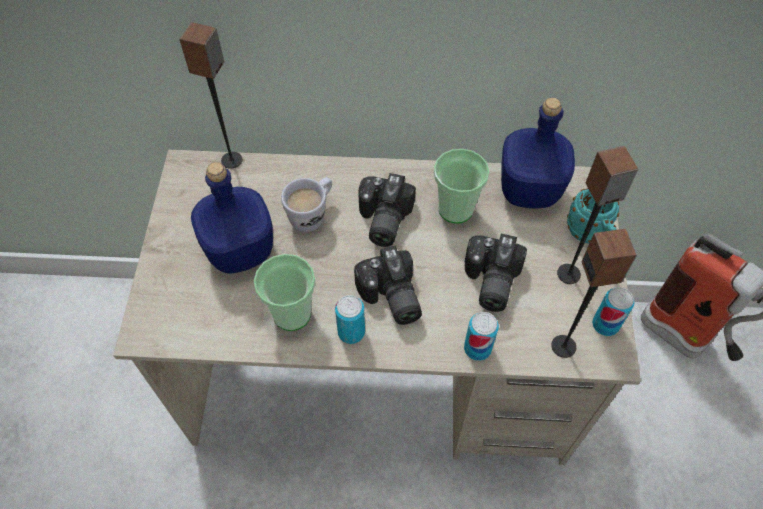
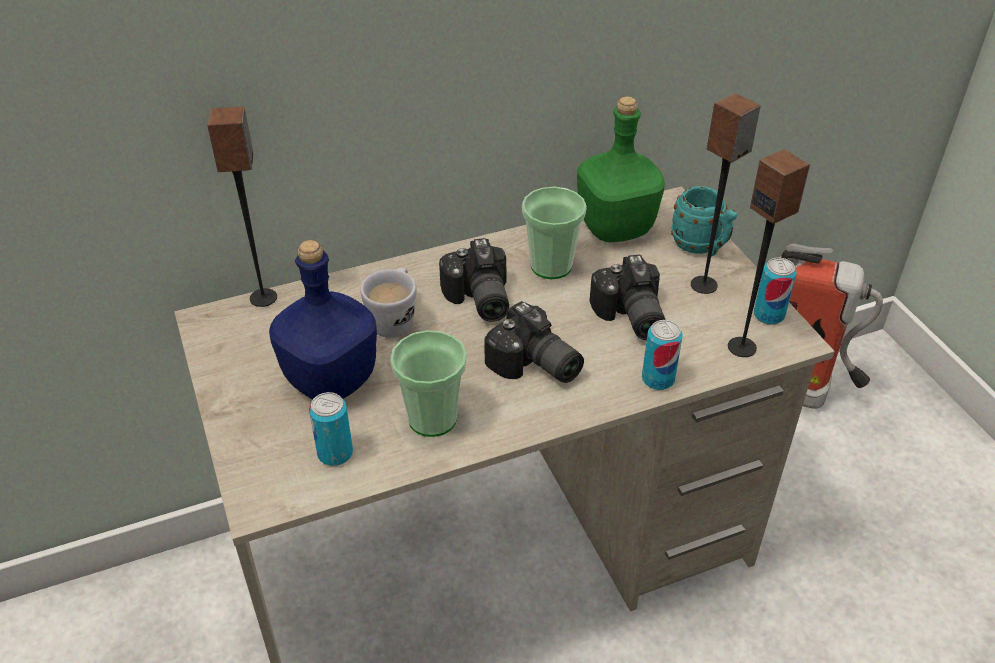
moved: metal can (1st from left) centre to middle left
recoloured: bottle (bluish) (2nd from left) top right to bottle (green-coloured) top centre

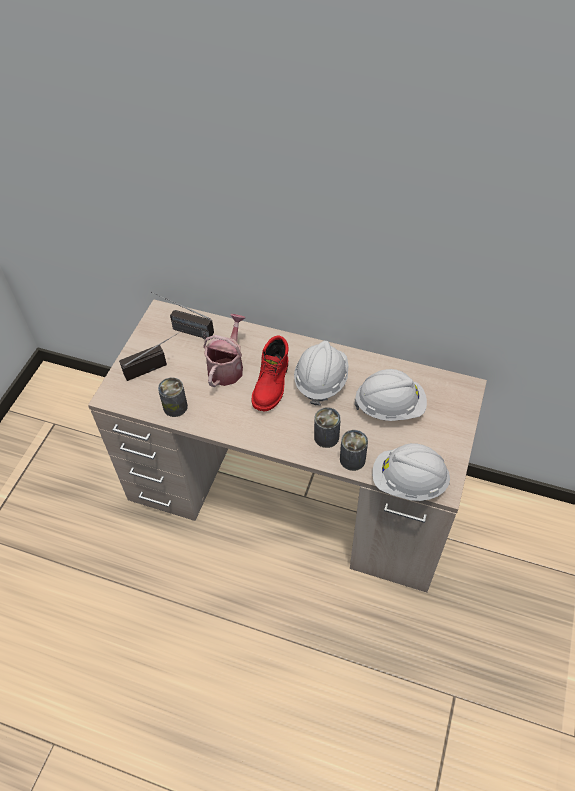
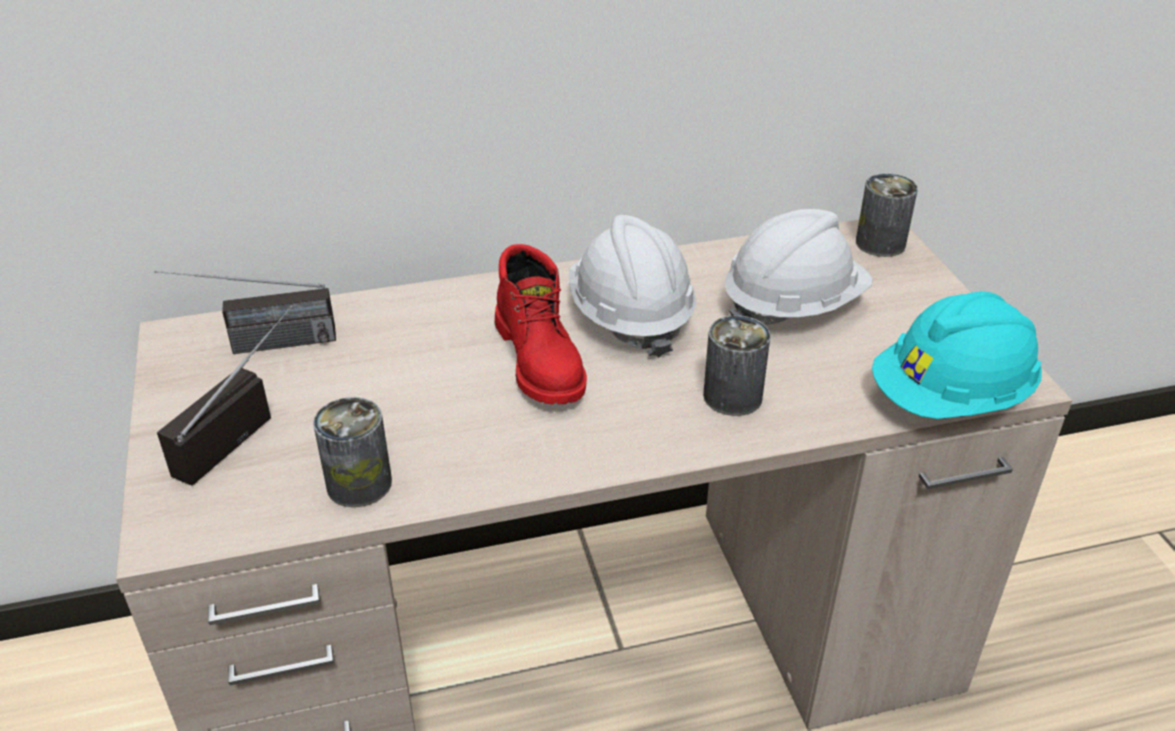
removed: watering pot centre
moved: metal can (3rd from left) centre to top right
recoloured: work helmet (whitish) (3rd from left) middle right to work helmet (turquoise) middle right

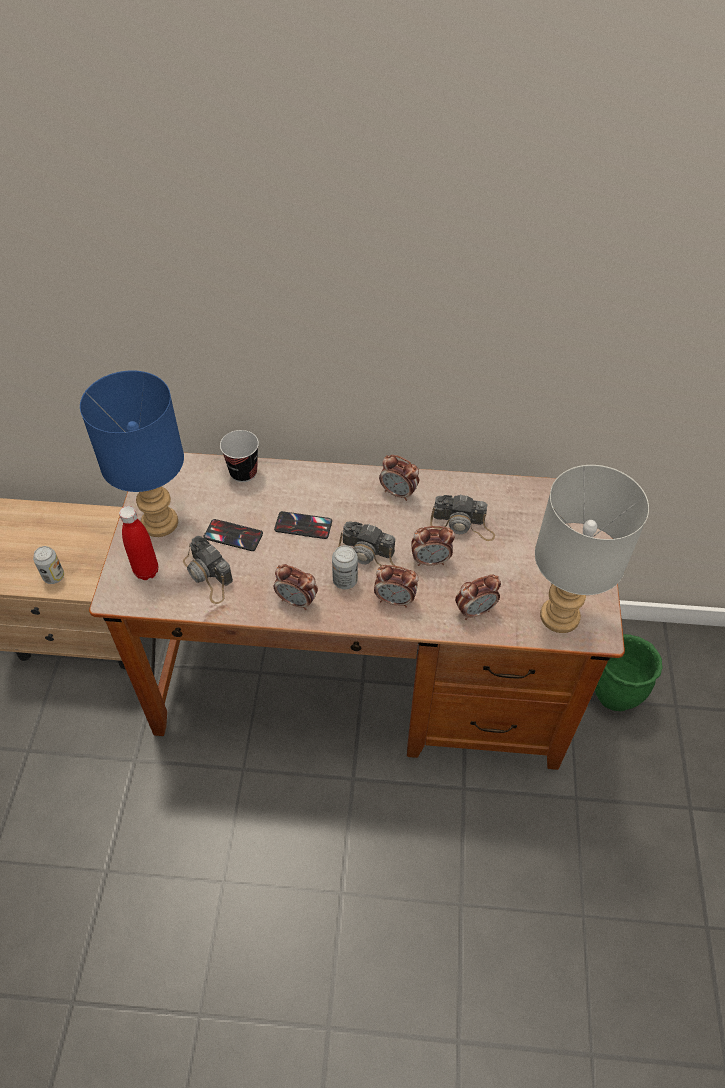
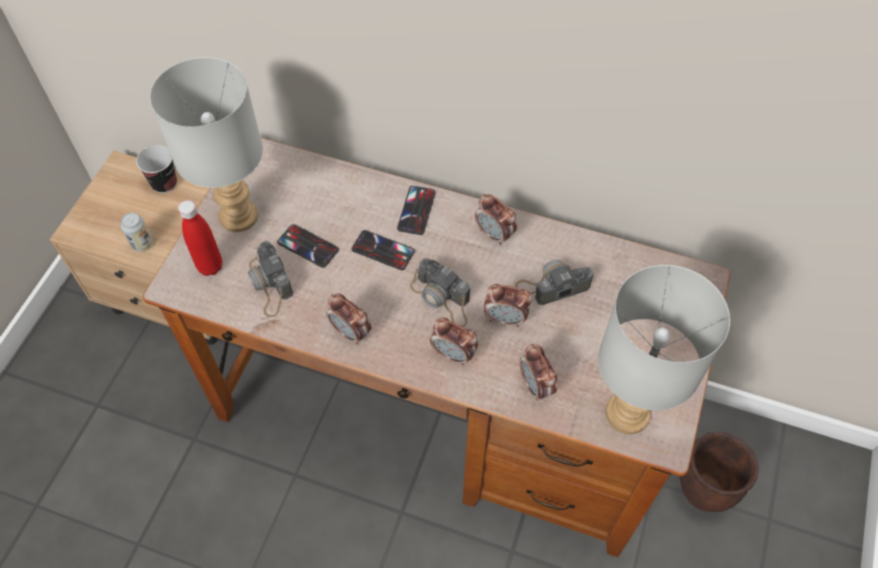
removed: metal can (2nd from left) centre
added: handset (3rd from left) centre
moved: drinking cup middle left to top left
recoloured: tabletop lamp (bluish) middle left to tabletop lamp (grey) (1st from left) top left; plant pot (green-coloured) middle right to plant pot (brown) bottom right
turned: photo camera (3rd from left) centre = centre 135 degrees clockwise; bedside clock (5th from left) centre = centre 75 degrees clockwise

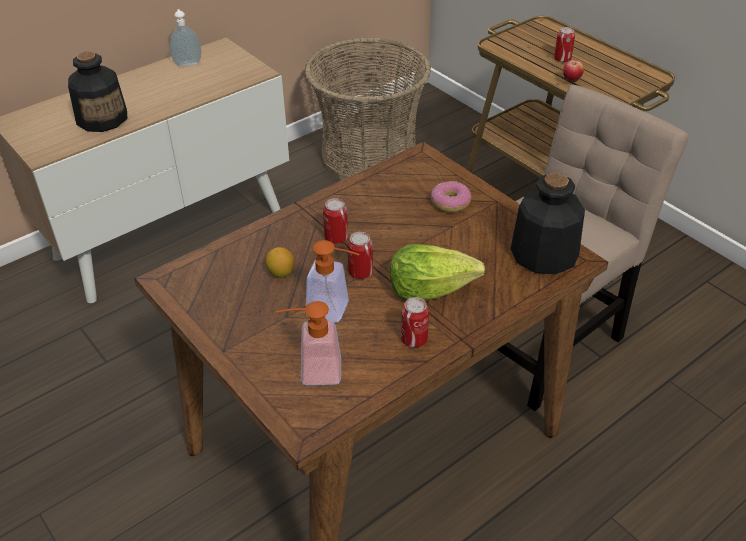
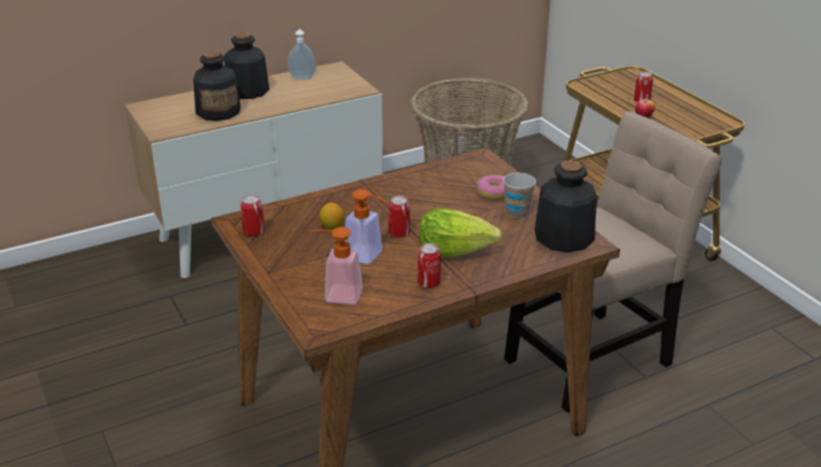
added: bottle (2nd from left) top left; drinking cup centre
moved: metal can (1st from left) centre to middle left

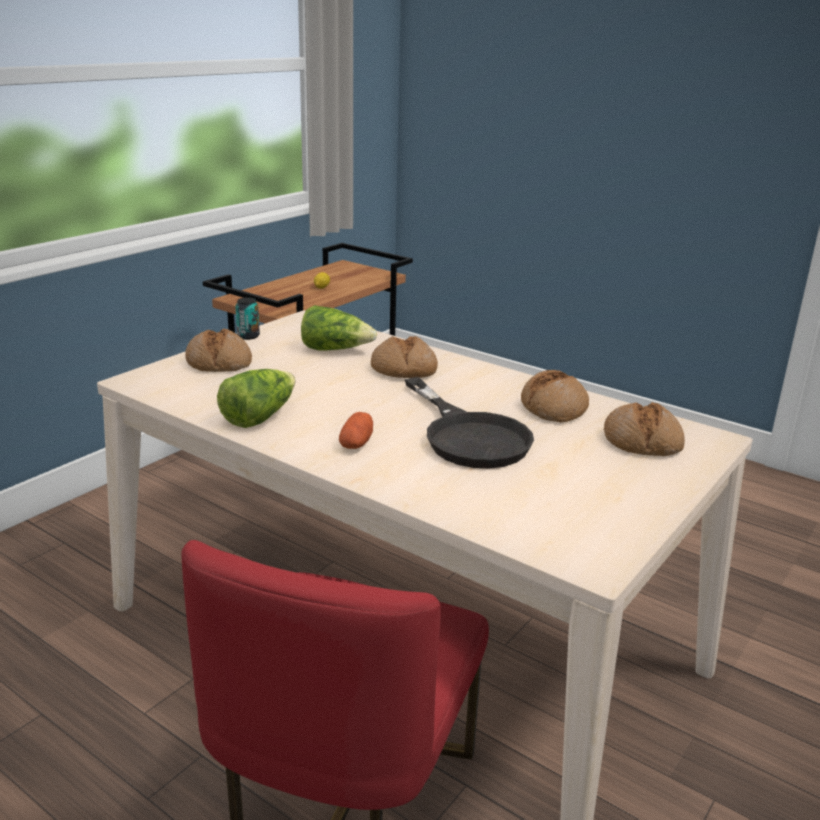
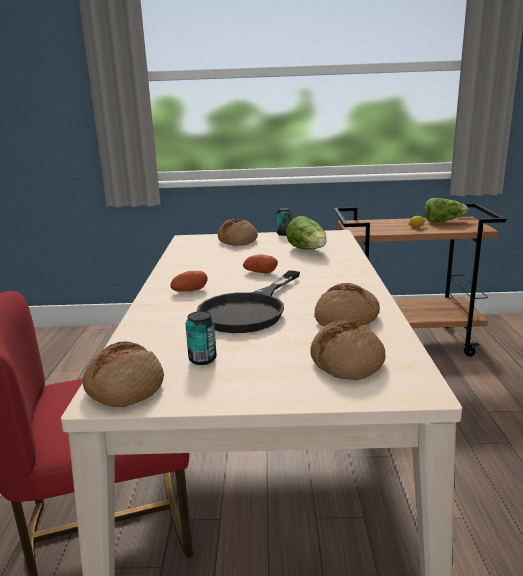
added: metal can (1st from left) centre; potato (2nd from left) centre
moved: bread (2nd from left in the first image) centre to bread (1st from left) middle left; lettuce (1st from left in the first image) middle left to lettuce (2nd from left) middle right

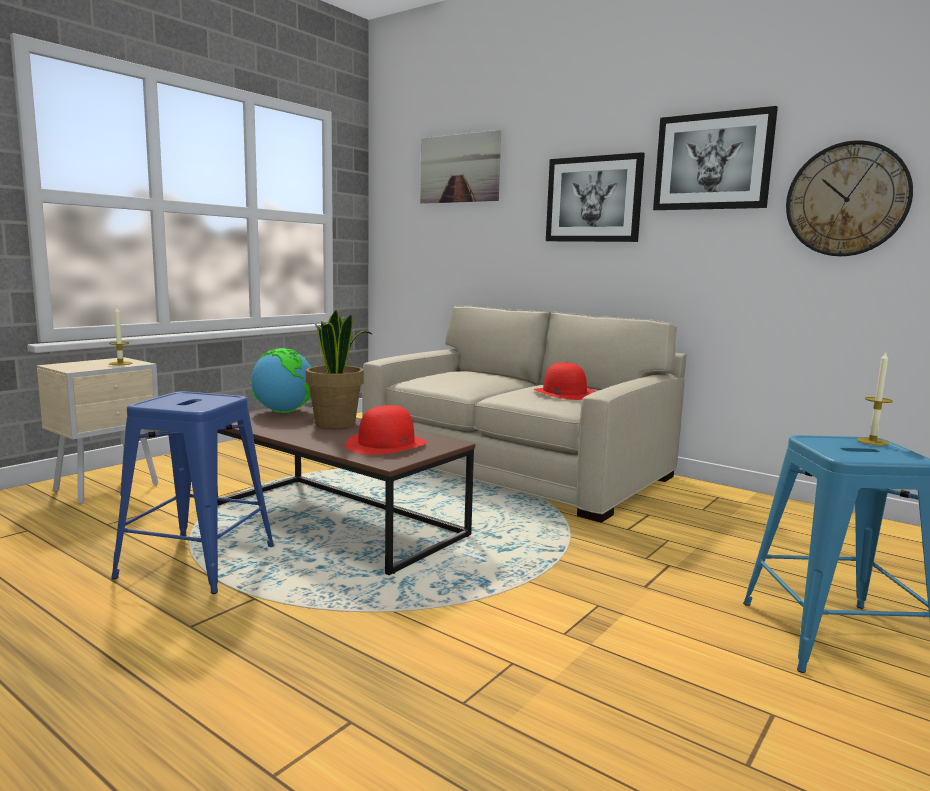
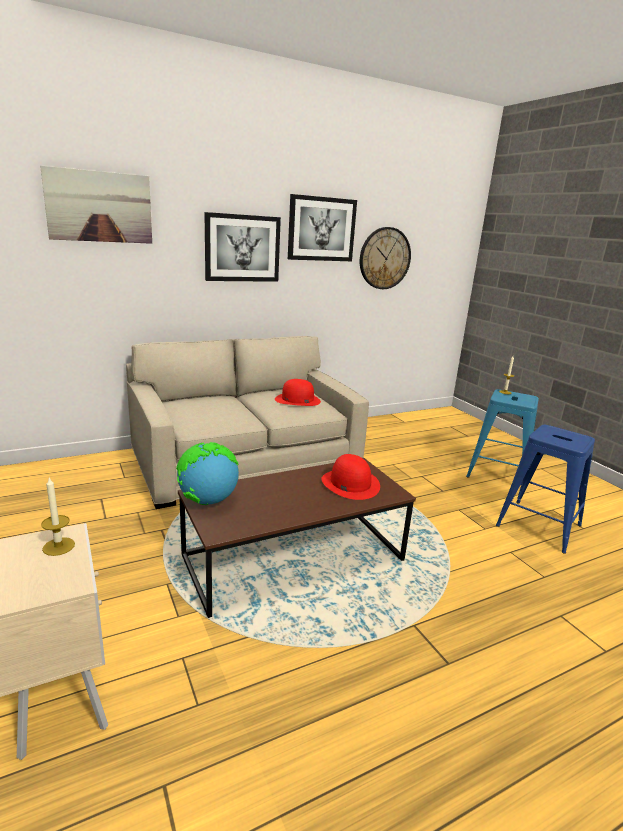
removed: potted plant centre
moved: stool seat (bluish) (1st from left in the first image) middle left to stool seat (bluish) (2nd from left) middle right

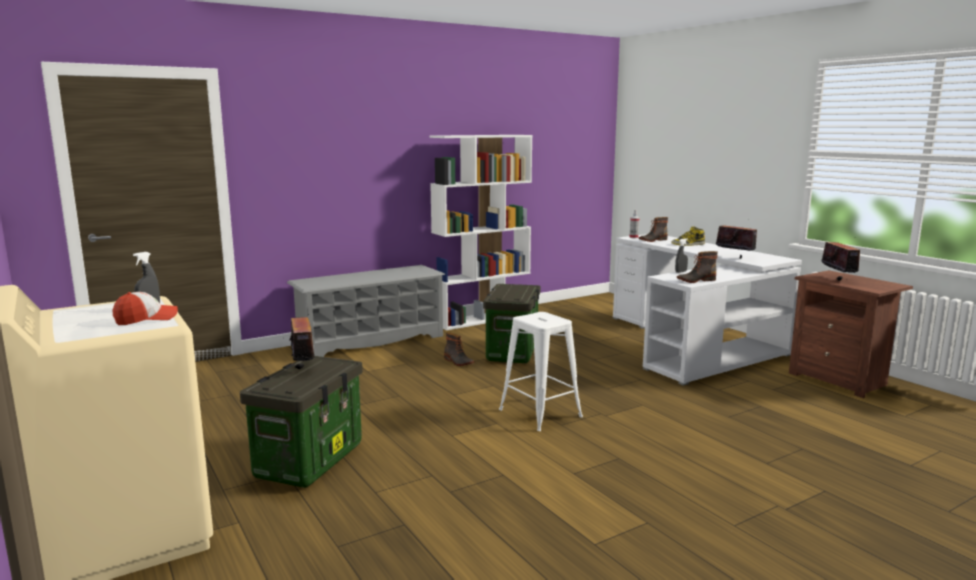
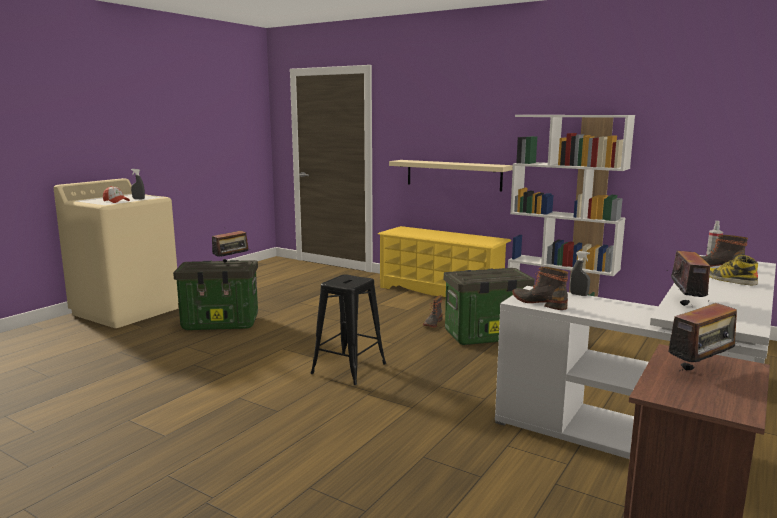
added: bracket shelf (sand-coloured) centre
recoloured: stool seat (whitish) centre to stool seat (black) centre; shoe shelf (grey) centre to shoe shelf (yellow) centre

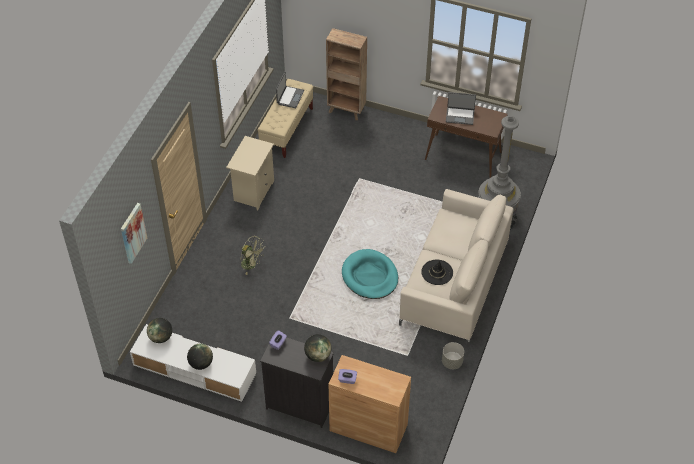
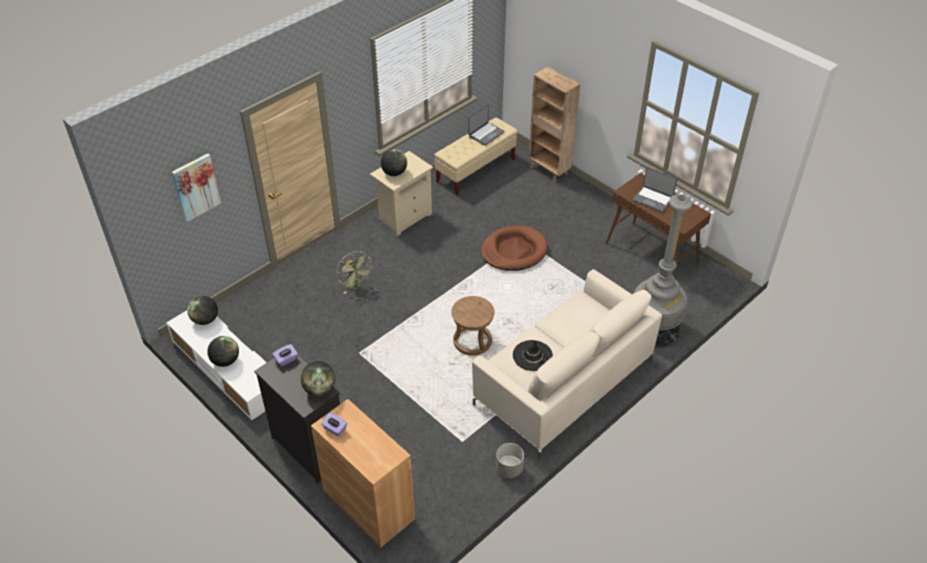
added: desk globe (4th from left) top centre; dog cushion (brown) centre
replaced: dog cushion (turquoise) centre to stool seat (brown) centre

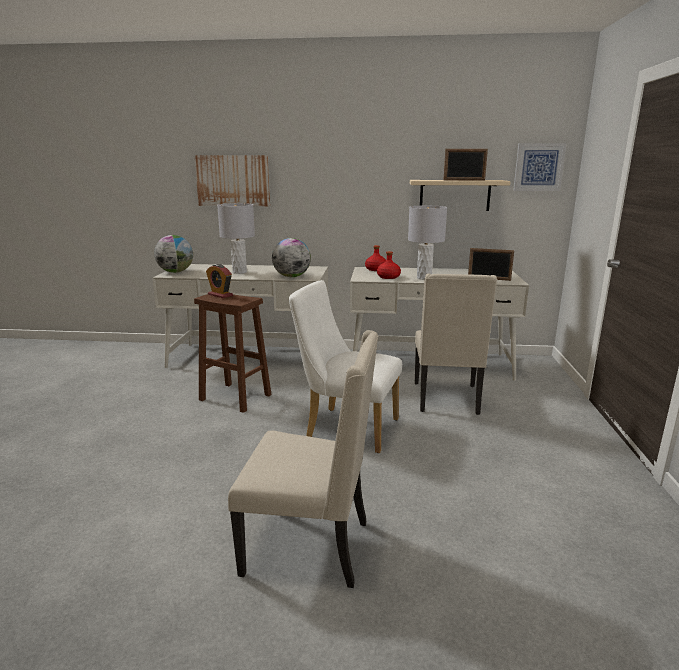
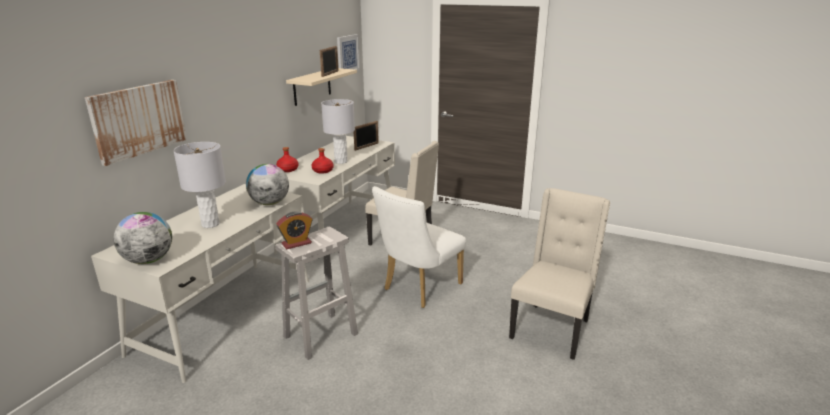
recoloured: stool seat (brown) centre to stool seat (whitish) bottom centre

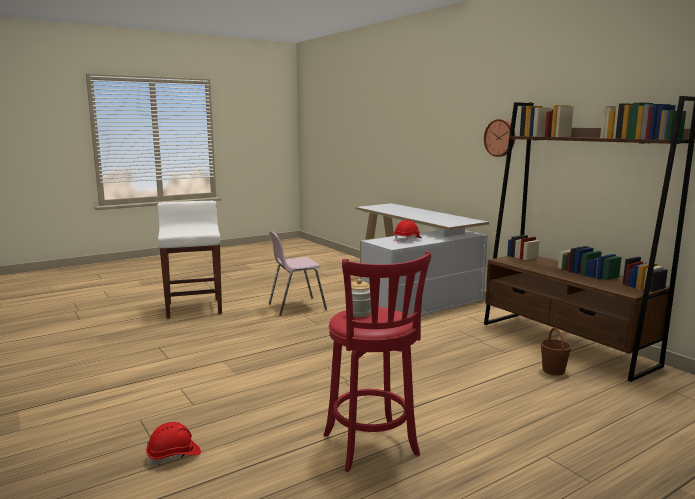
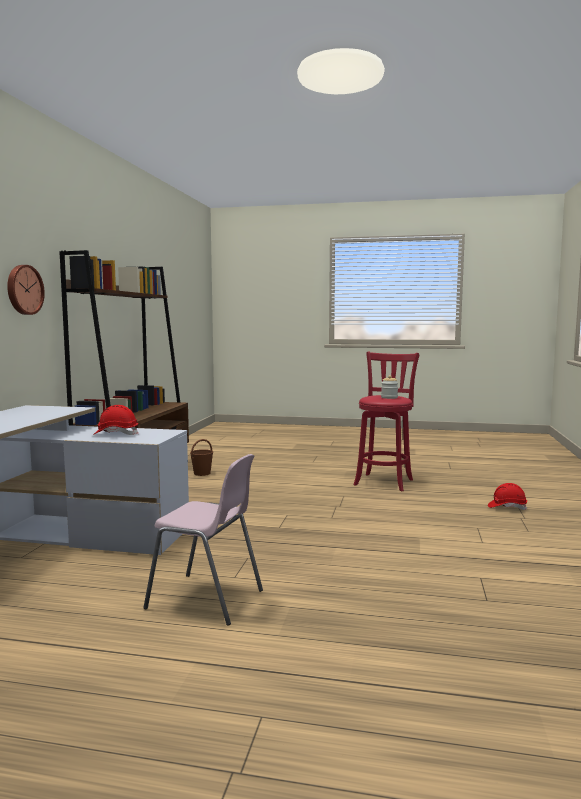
removed: stool seat (whitish) middle left

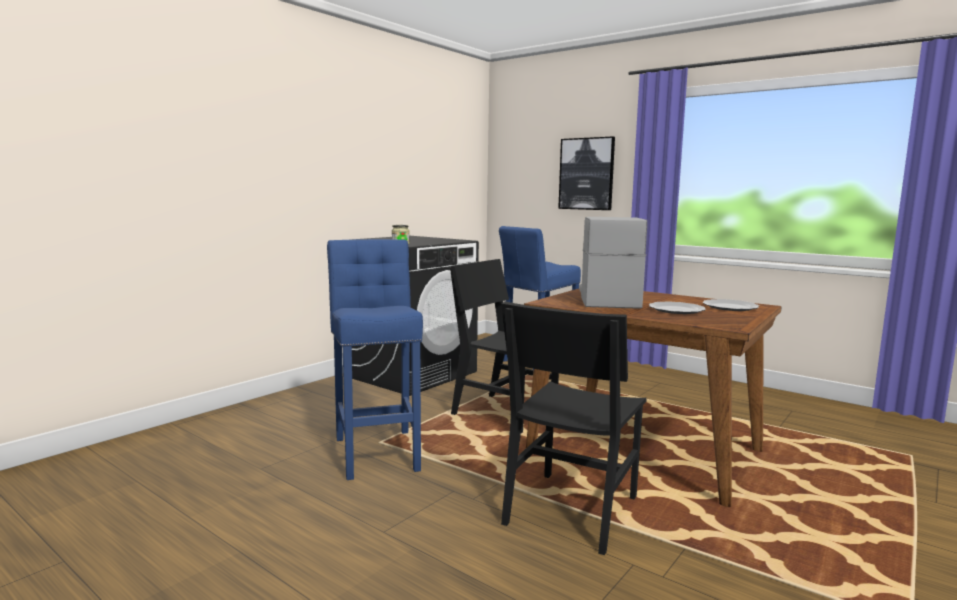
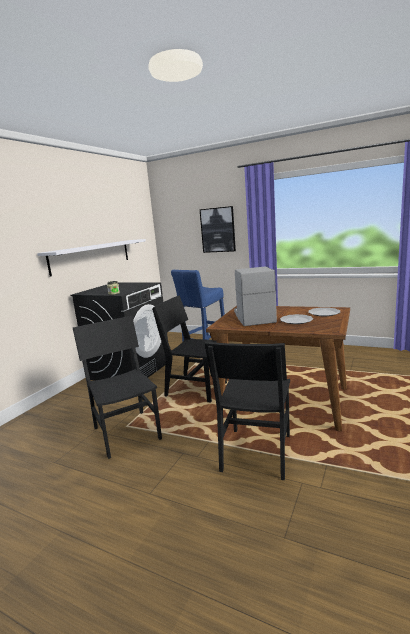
added: bracket shelf (whitish) middle left
replaced: stool seat (bluish) (1st from left) centre to chair (black) (1st from left) middle left

